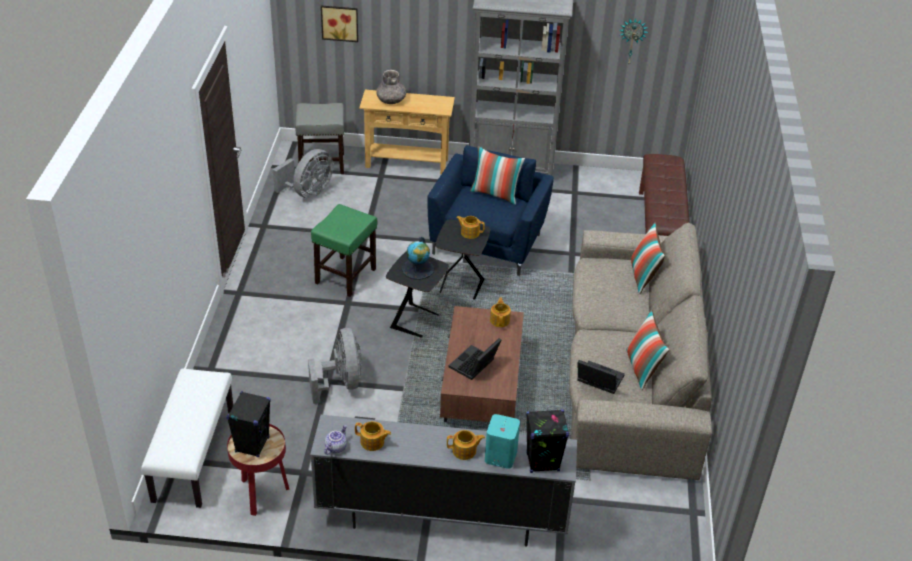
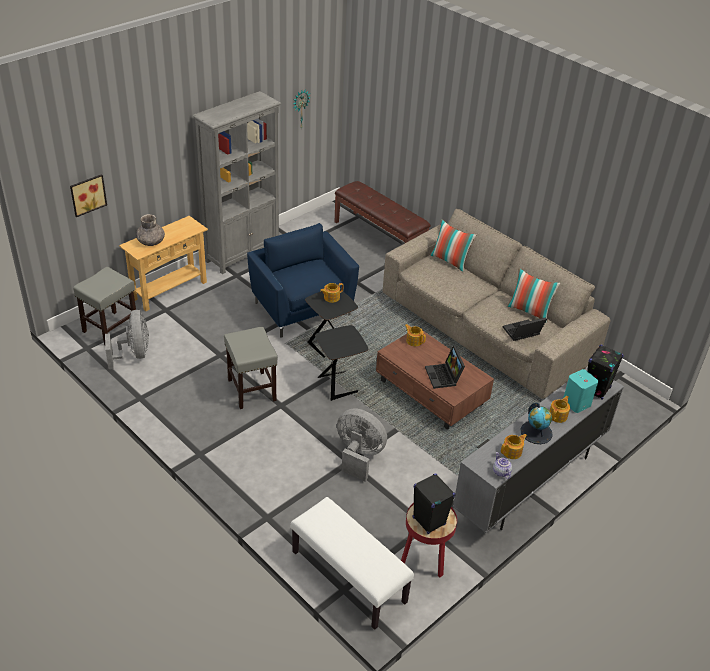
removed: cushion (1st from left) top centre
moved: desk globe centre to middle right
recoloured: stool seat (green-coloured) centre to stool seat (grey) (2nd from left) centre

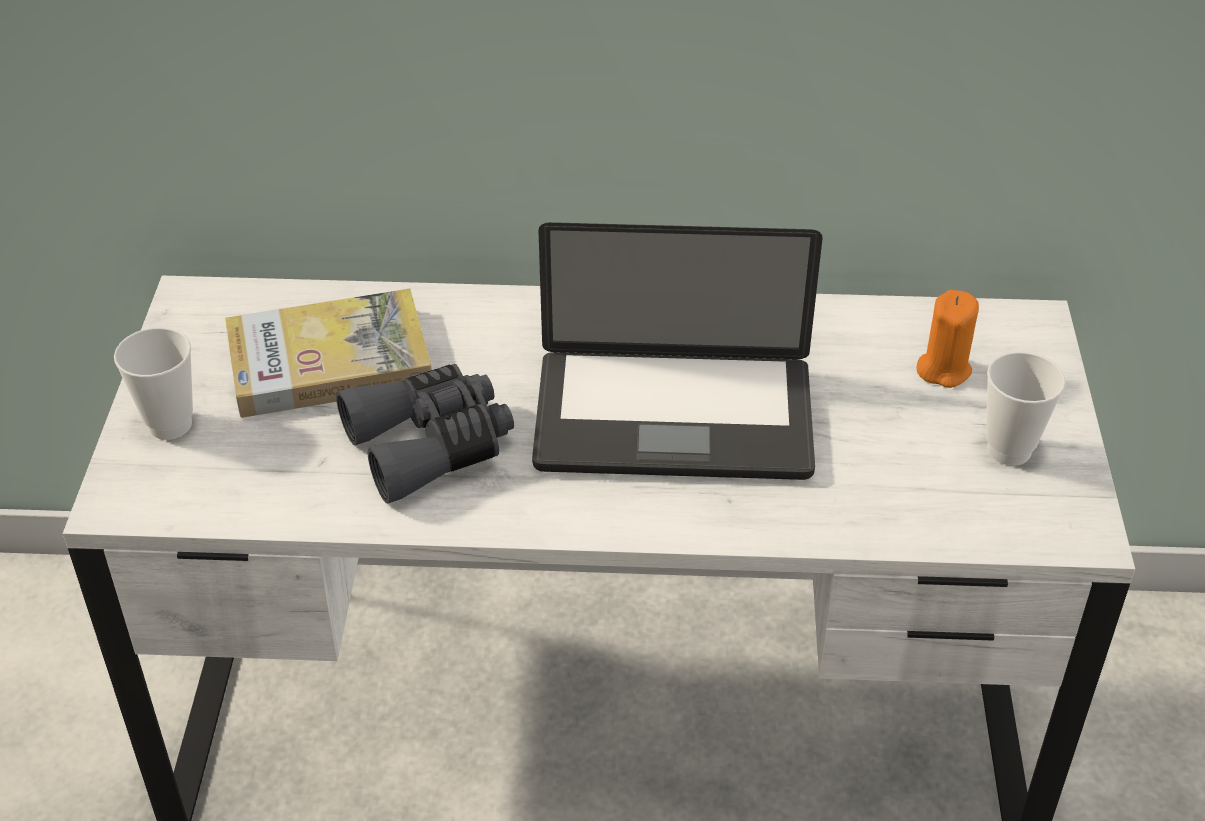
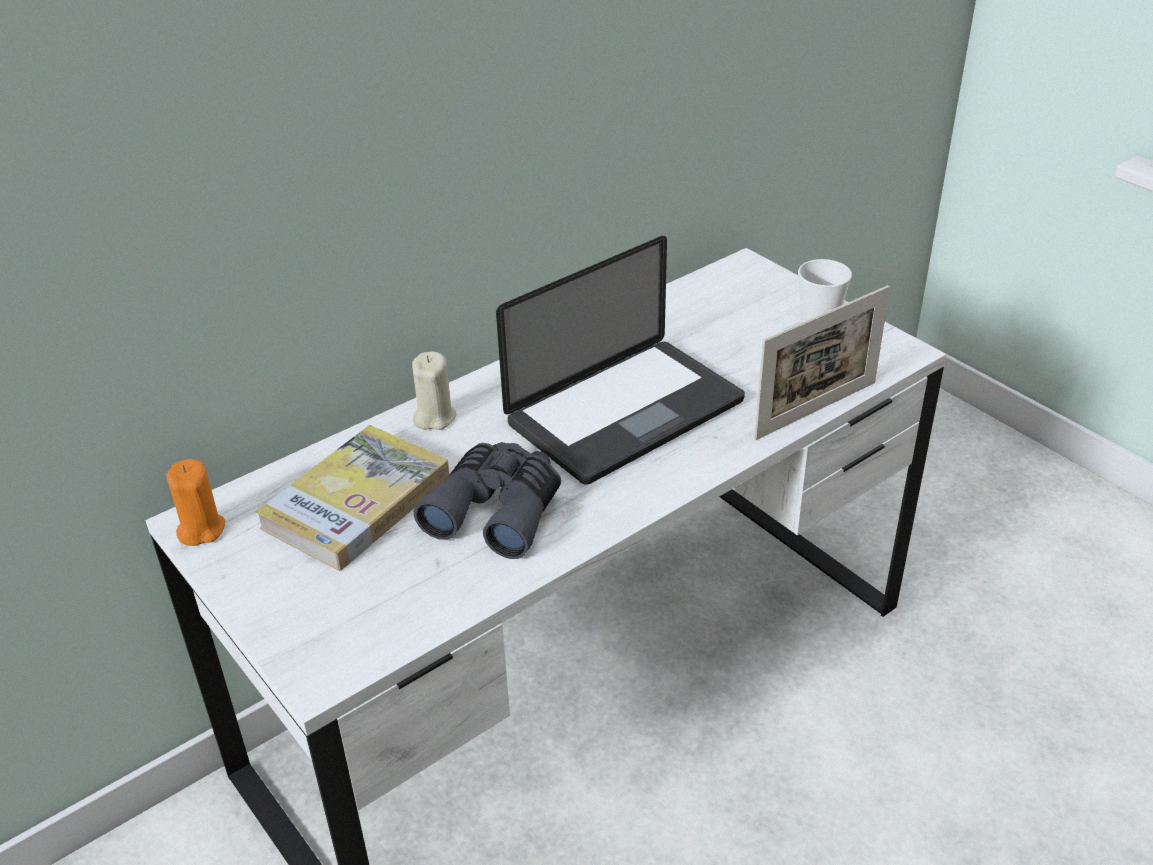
removed: drinking cup (1st from left) middle left
added: wax candle (sand-coloured) centre; picture frame middle right
moved: wax candle (orange-coloured) middle right to middle left

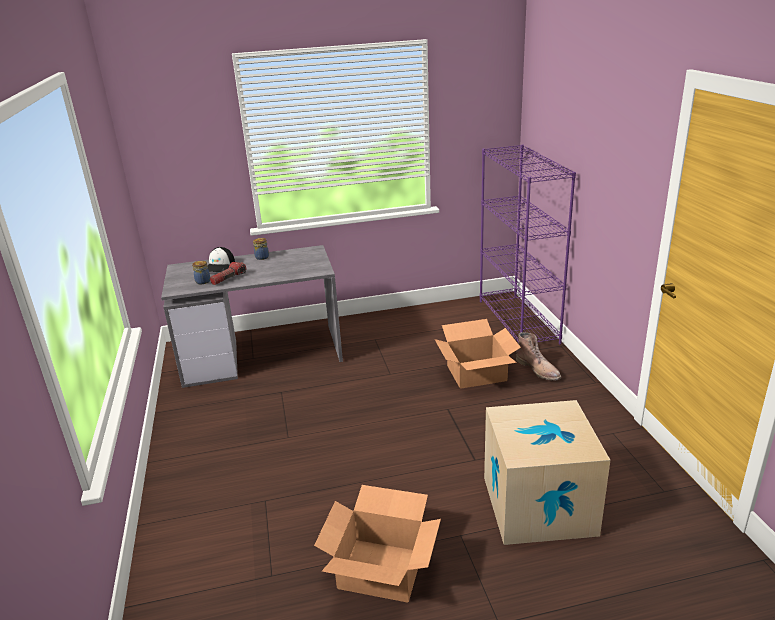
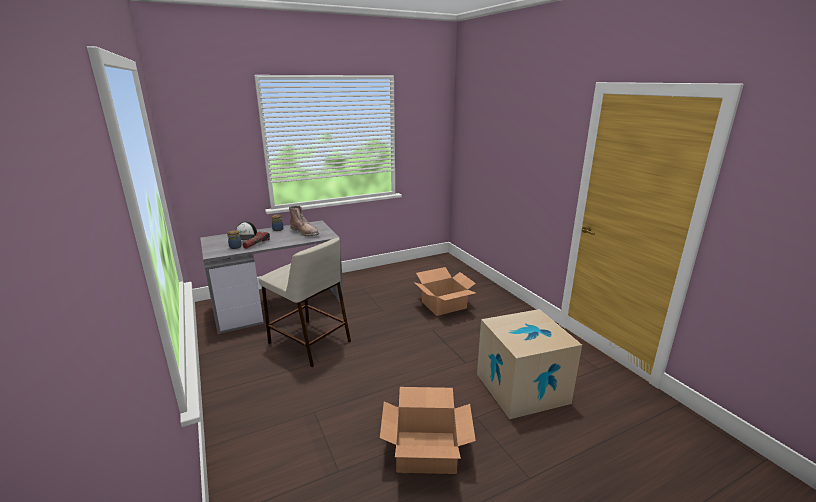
removed: bookshelf (purple-coloured) middle right
added: stool seat (sand-coloured) centre
moved: tall boot (brown) middle right to centre

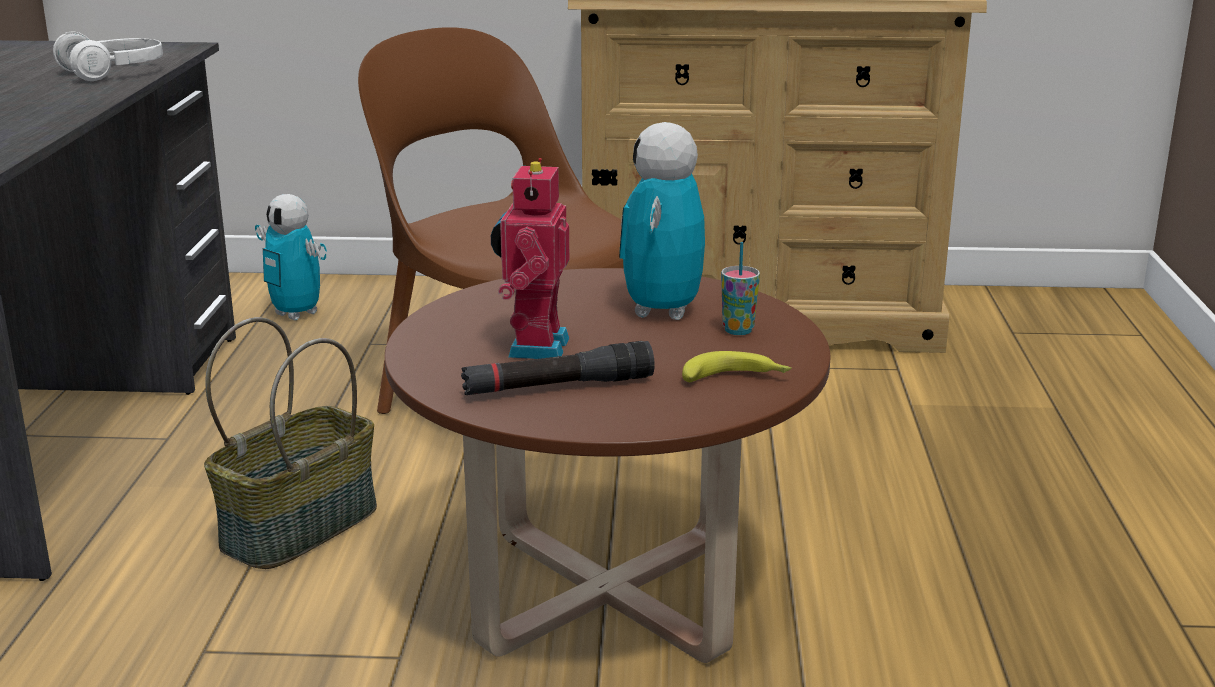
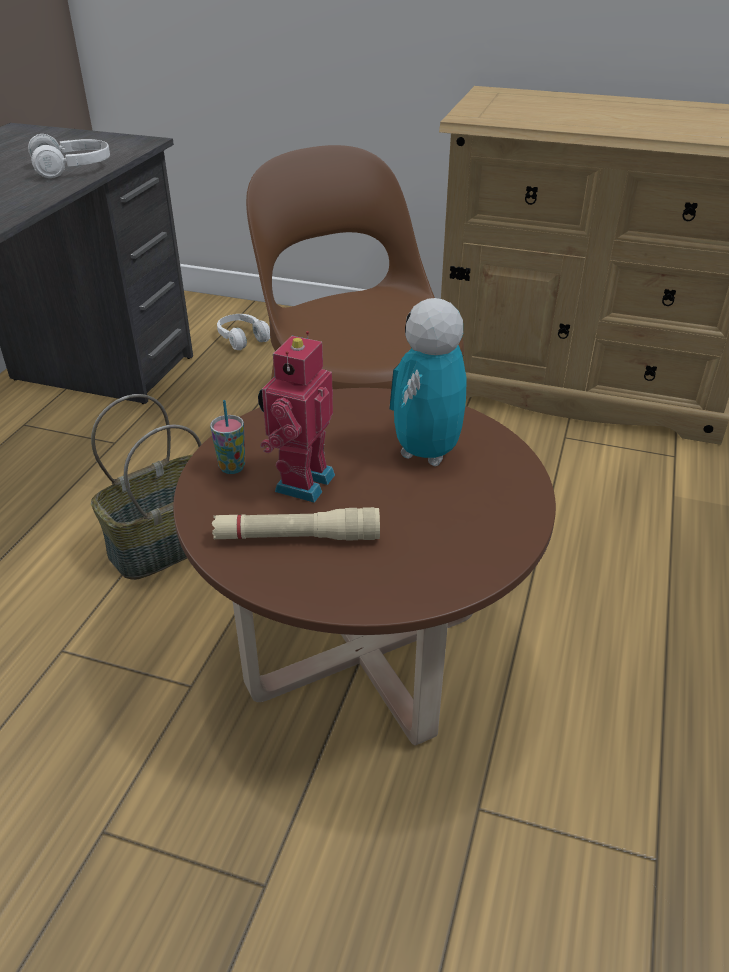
removed: banana fruit centre
moved: drinking cup centre to middle left
replaced: toy robot (1st from left) middle left to pair of headphones (whitish) (2nd from left) centre
recoloured: torch (black) centre to torch (sand-coloured) centre

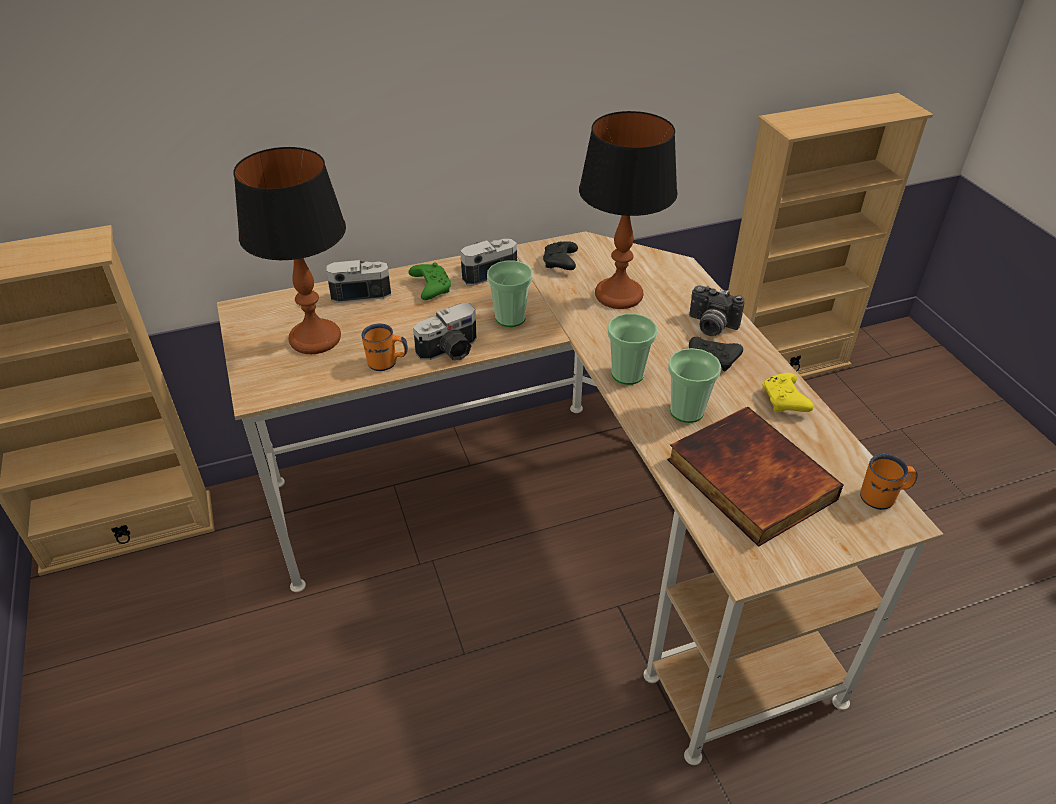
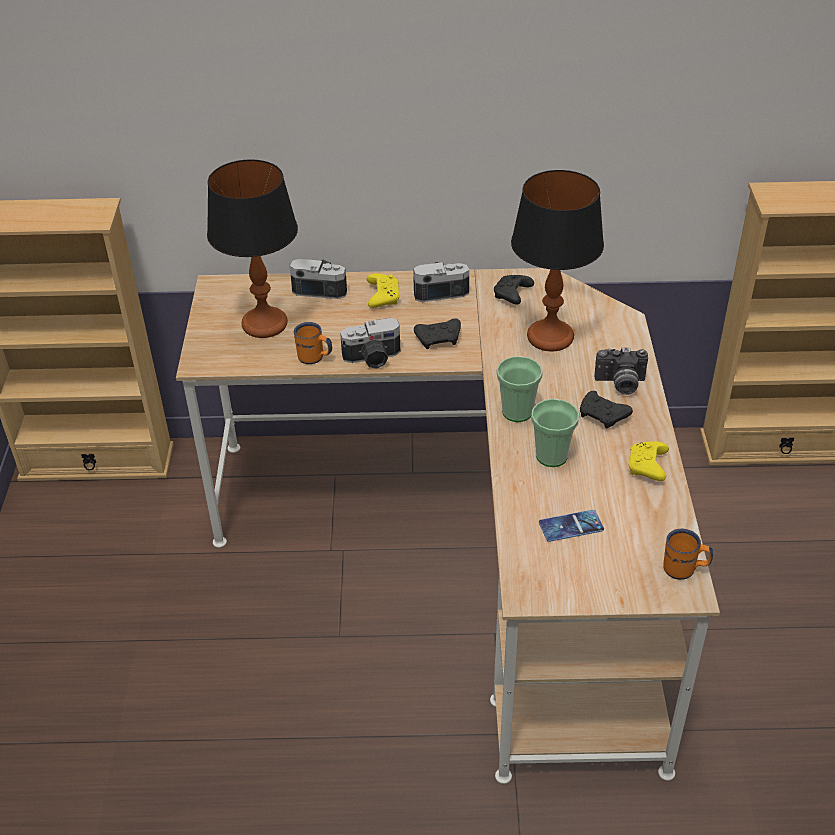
replaced: drinking cup (1st from left) centre to game controller (black) (1st from left) centre; volume middle right to handset middle right
recoloured: game controller (green-coloured) centre to game controller (yellow) (1st from left) centre
turned: photo camera (4th from left) middle right = middle right 45 degrees counterclockwise

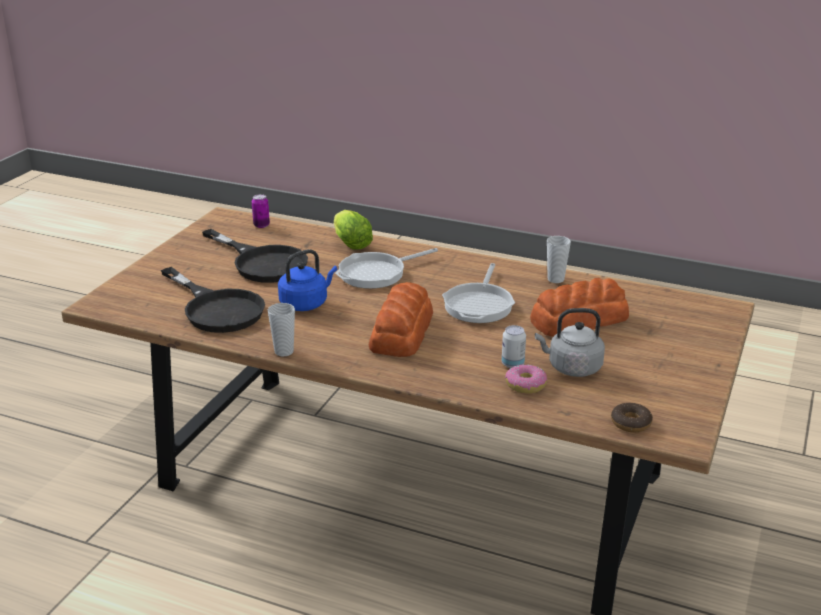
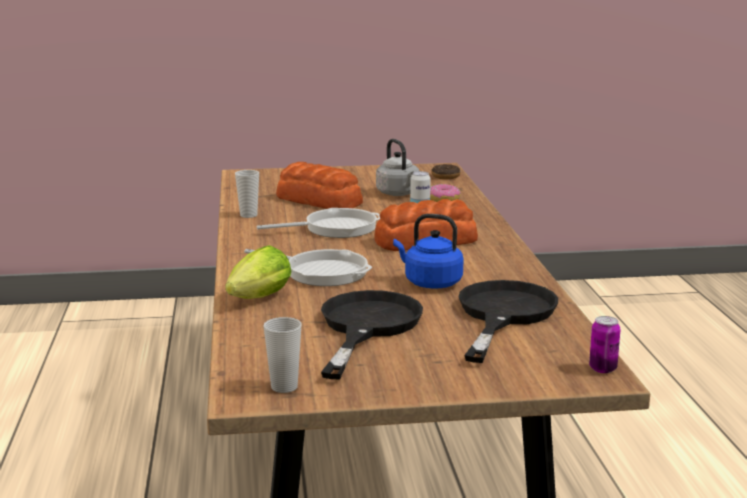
moved: drinking cup (1st from left in the first image) centre to drinking cup (2nd from left) bottom centre; metal can (1st from left in the first image) middle left to metal can (2nd from left) bottom right

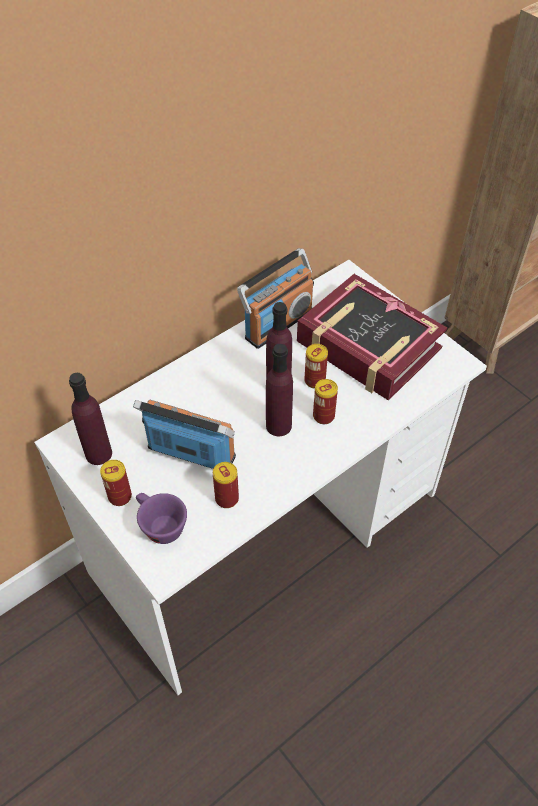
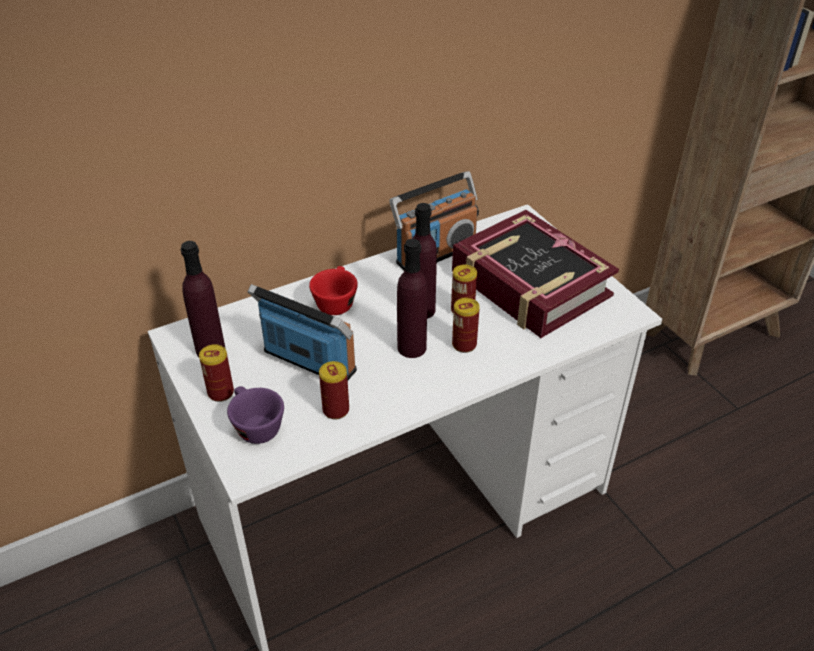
added: drinking cup (red) centre

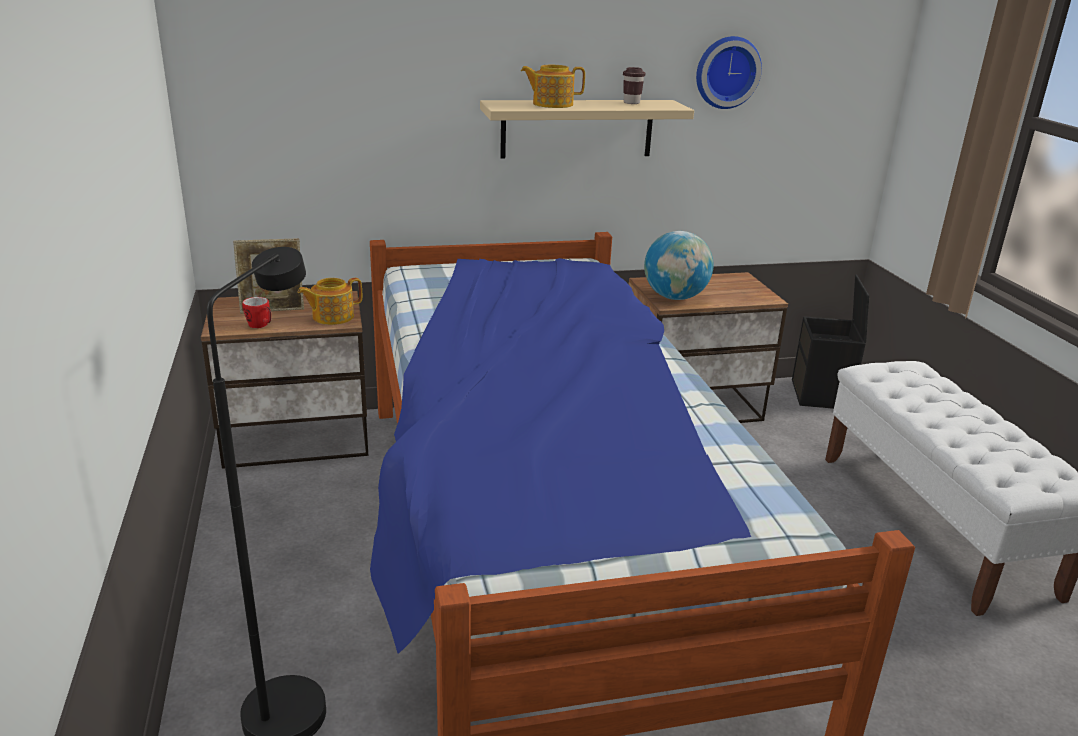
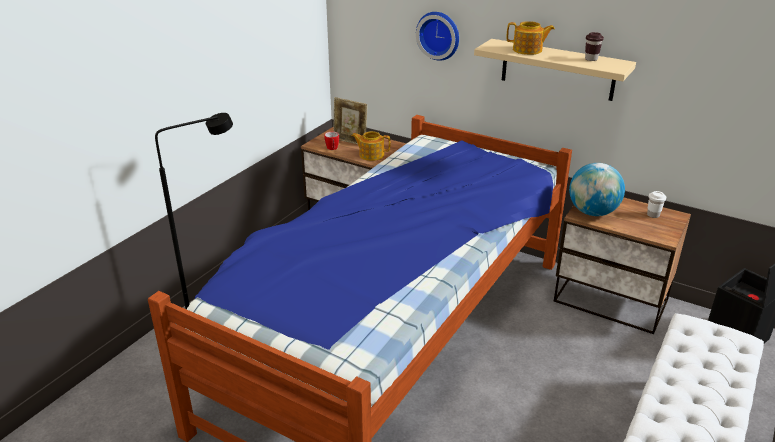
added: drinking cup (whitish) middle right
moved: hanging clock top right to top centre
turned: pot for tea (2nd from left) top centre = top right 150 degrees clockwise

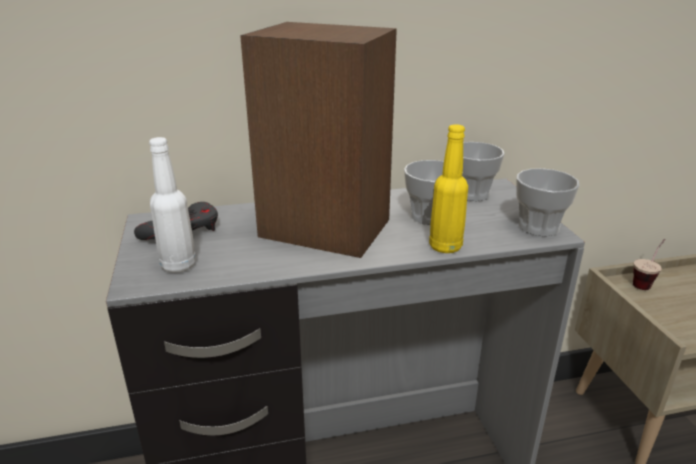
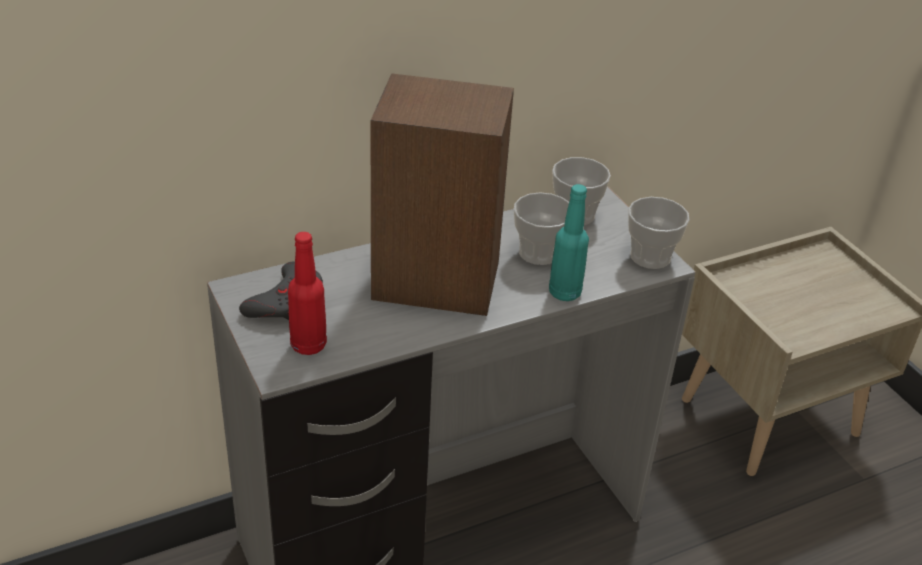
removed: drinking cup (4th from left) middle right
recoloured: bottle (whitish) middle left to bottle (red) middle left; bottle (yellow) centre to bottle (turquoise) centre

